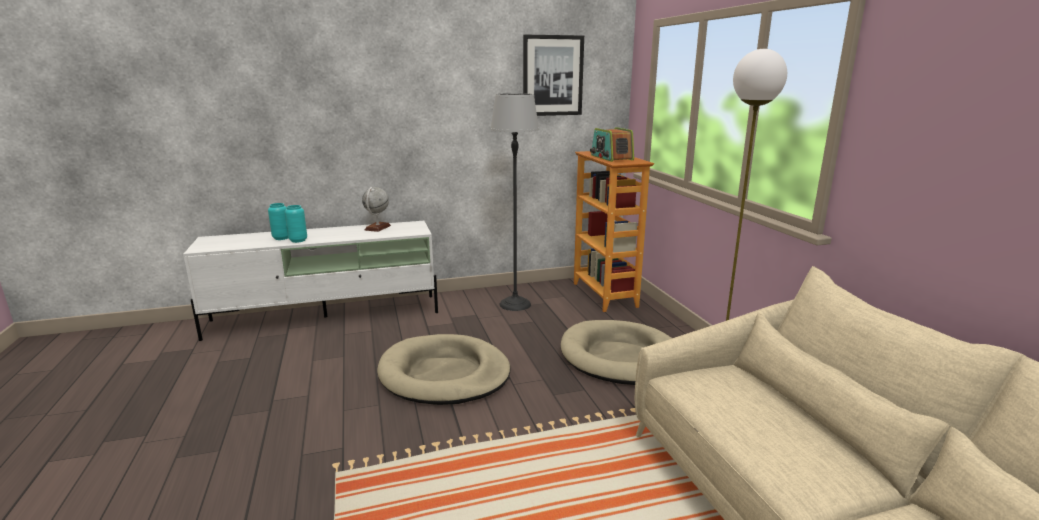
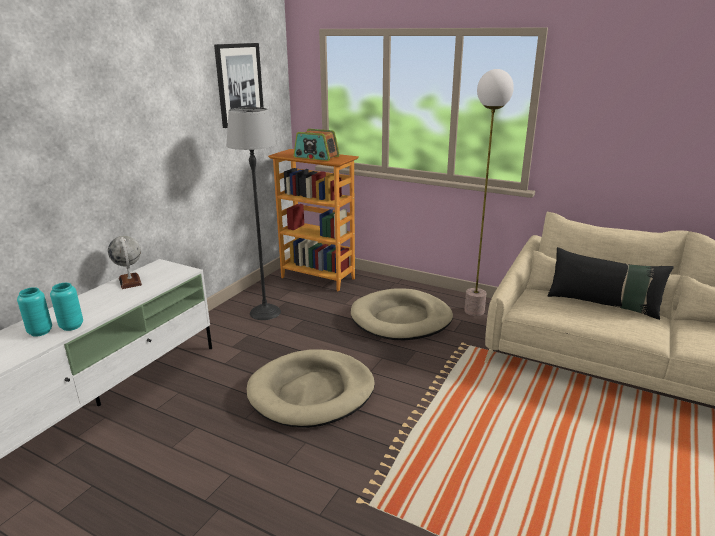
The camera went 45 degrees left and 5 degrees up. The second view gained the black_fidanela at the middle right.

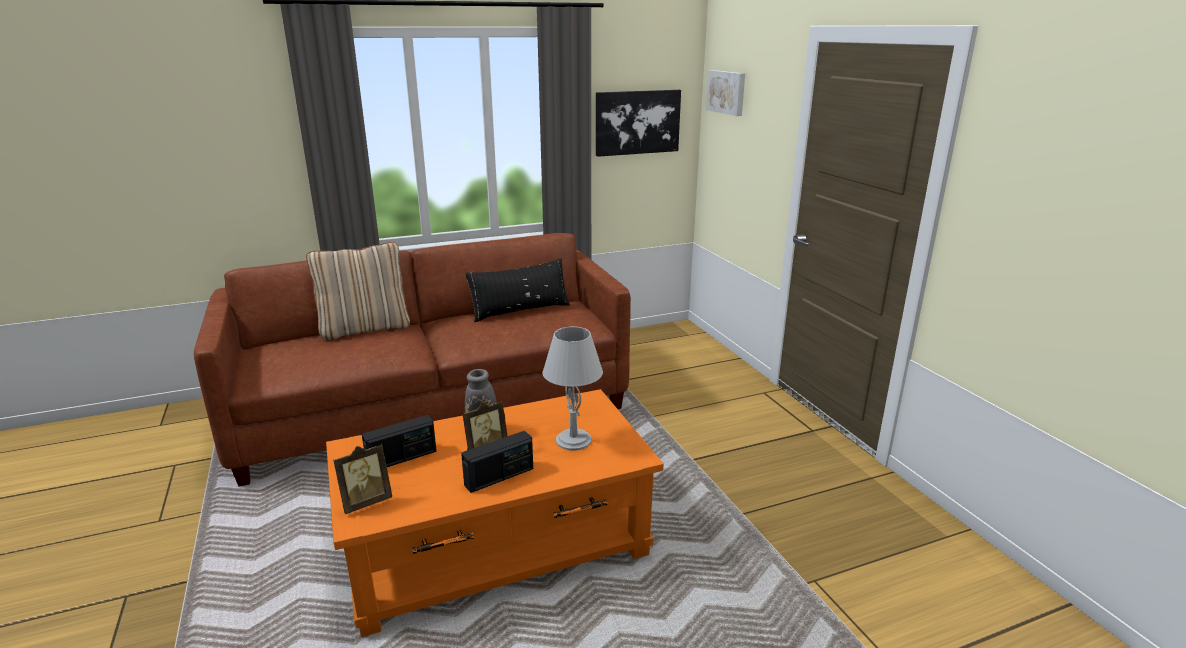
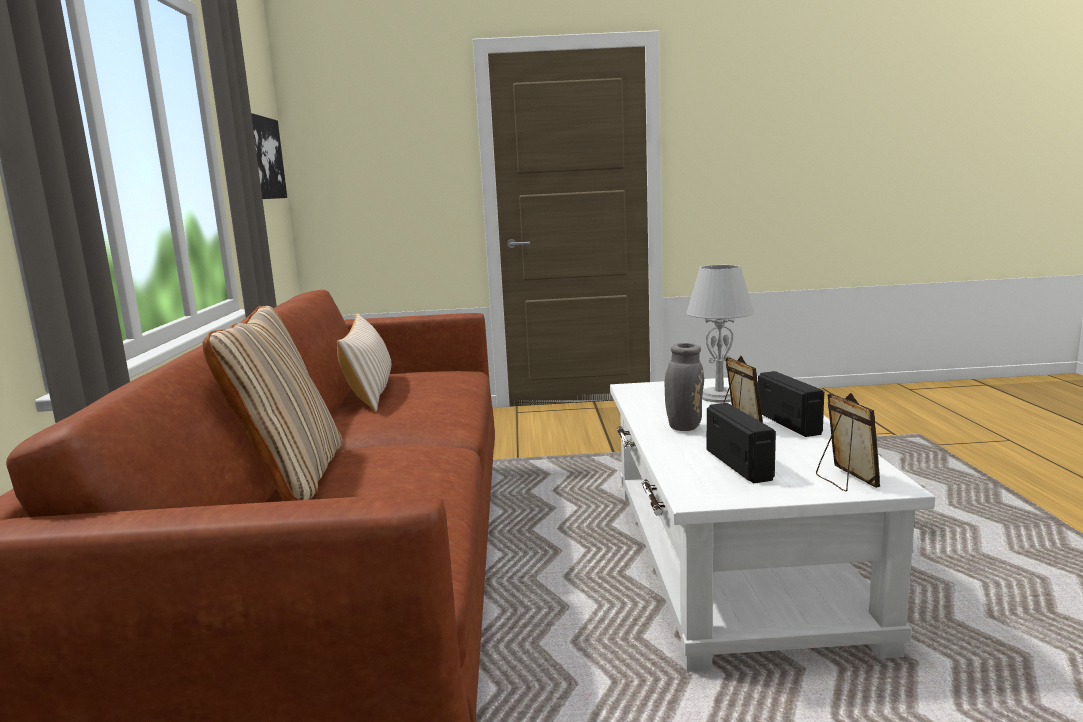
The camera went 70 degrees left and 10 degrees down. The second view lost the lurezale (2nd from left) at the top centre. What was the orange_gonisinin at the bottom centre turned into the white_gonisinin at the bottom right. What was the black_fidanela at the centre turned into the beige_fidanela (2nd from left) at the centre.

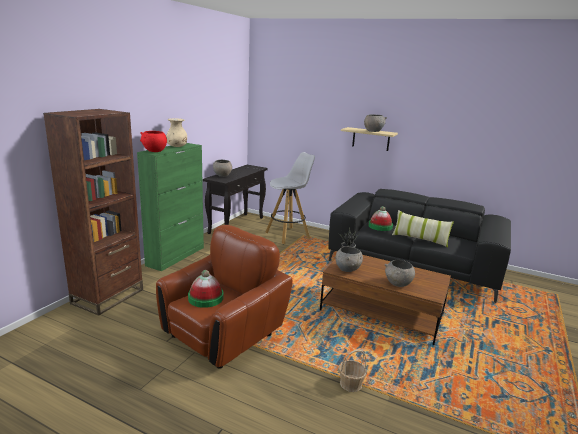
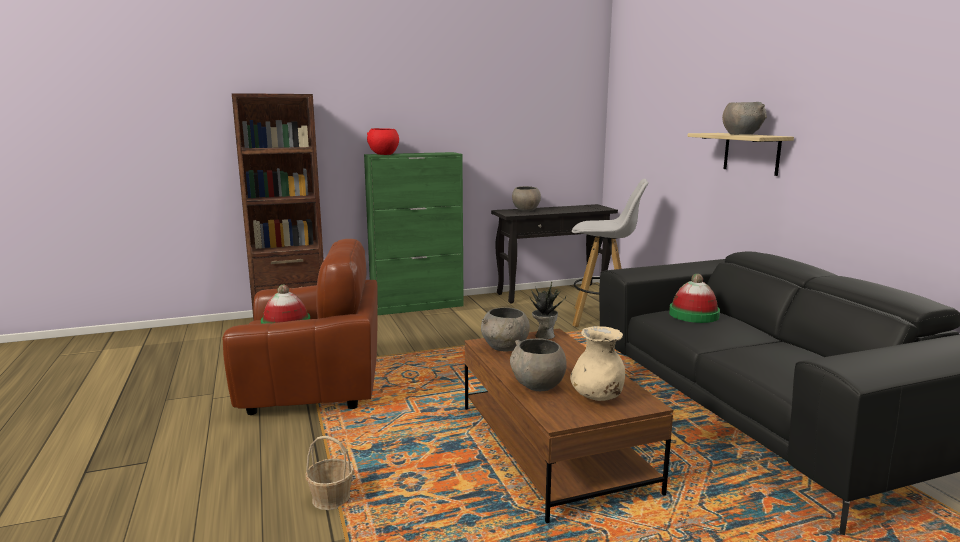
The camera went 45 degrees right and 5 degrees down. The second view lost the fidanela at the middle right. The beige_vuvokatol ended up elsewhere, having gone from the top left to the bottom centre.

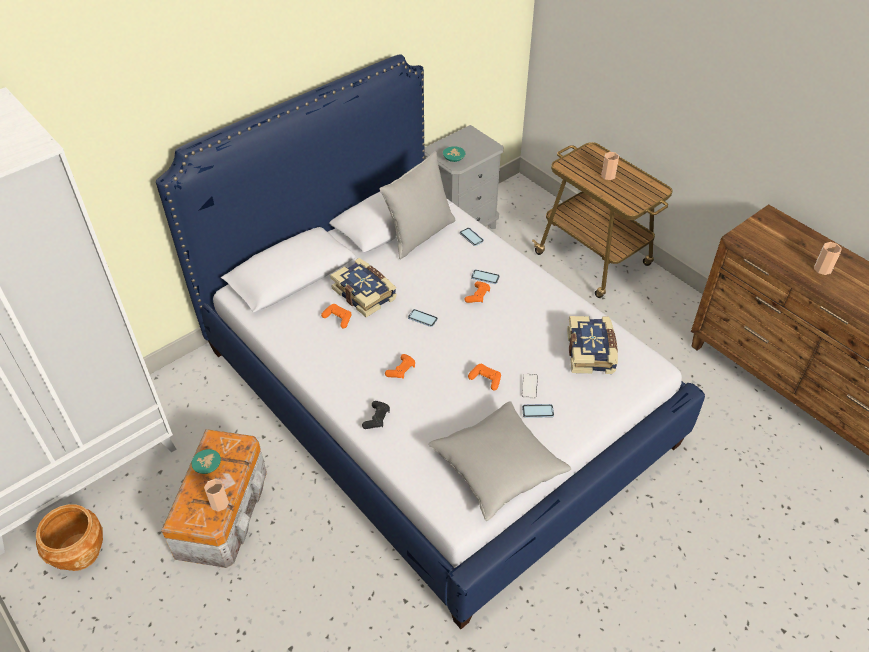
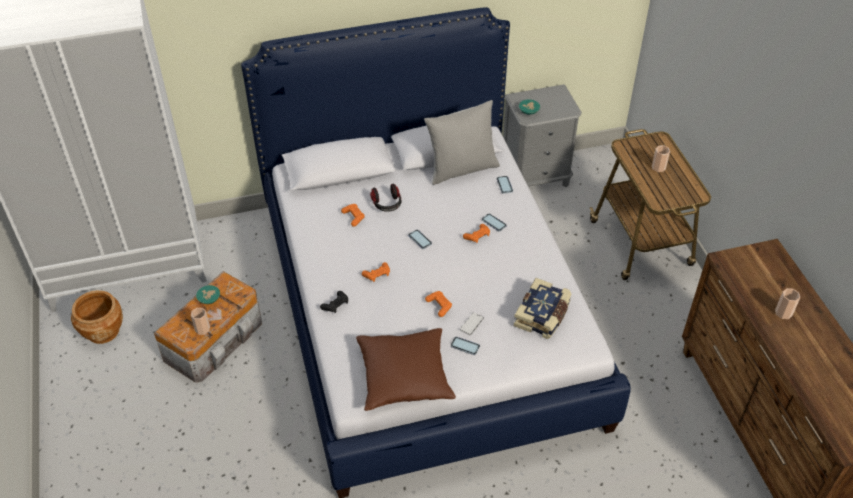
The camera went 25 degrees right and 0 degrees up. Where the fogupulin (1st from left) stood at the centre, the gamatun came to stand at the centre. What was the grey_fidanela (2nd from left) at the bottom centre turned into the brown_fidanela at the bottom centre.

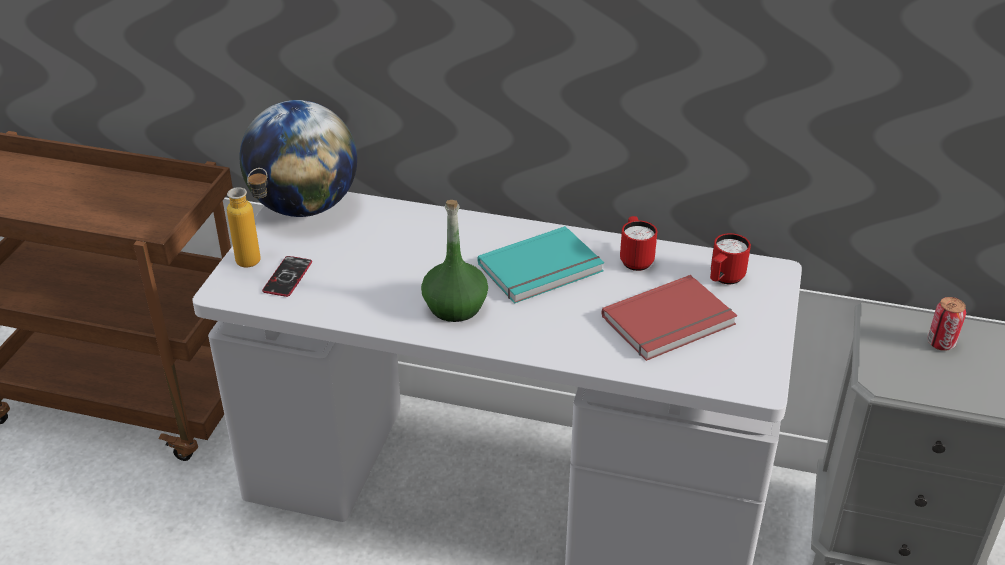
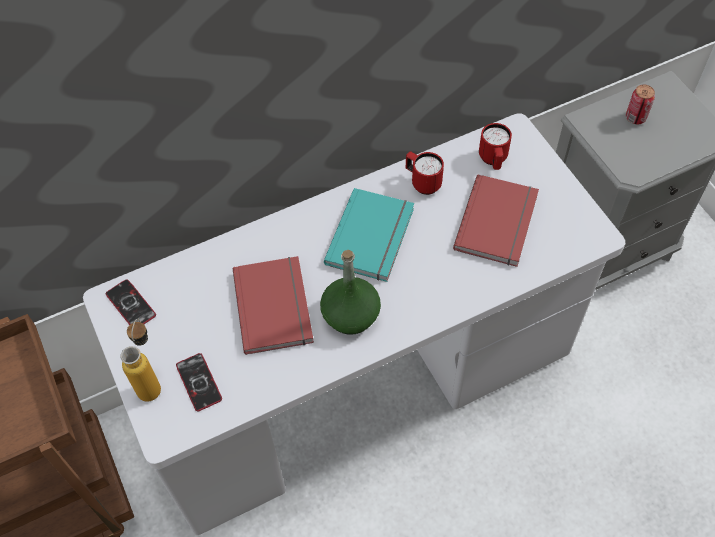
The camera went 40 degrees left and 20 degrees up. The second view gained the red_fogupulin (1st from left) at the centre. Where the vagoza stood at the top left, the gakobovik (1st from left) came to stand at the middle left.

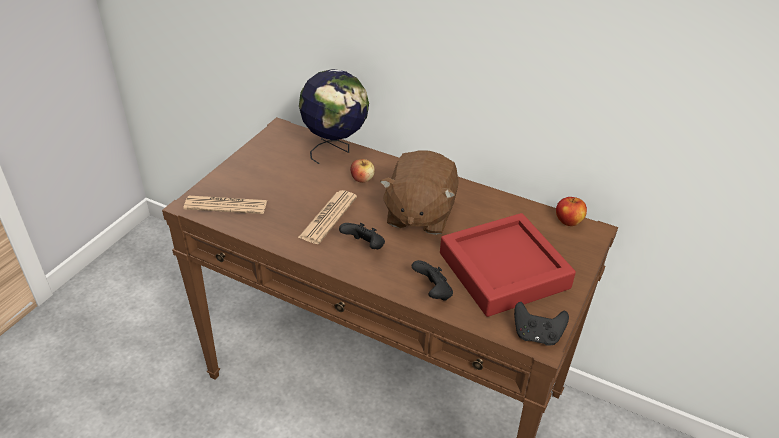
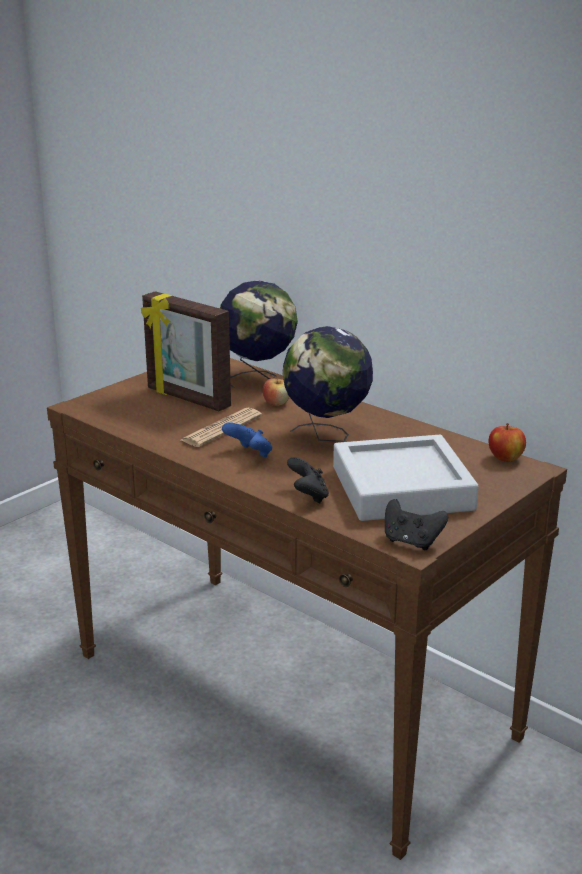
The camera went 15 degrees right and 15 degrees down. The second view lost the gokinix (1st from left) at the middle left. The second view gained the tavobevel at the middle left. Where the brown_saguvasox stood at the centre, the vagoza (2nd from left) came to stand at the centre. What was the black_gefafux (1st from left) at the centre turned into the blue_gefafux at the centre. What was the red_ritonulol at the centre turned into the grey_ritonulol at the middle right.

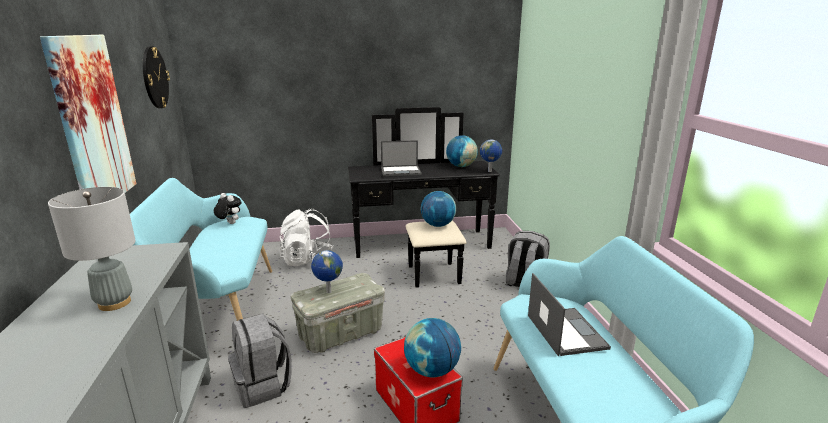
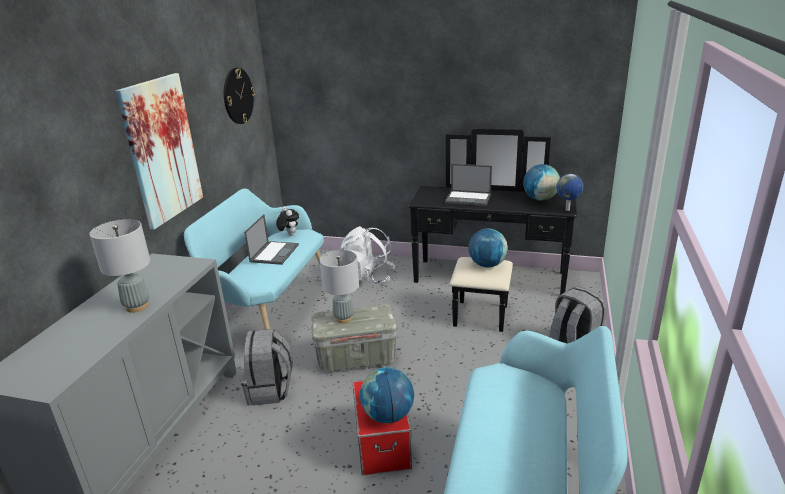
The camera went 25 degrees right and 5 degrees up. The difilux (2nd from left in the first image) ended up elsewhere, having gone from the bottom right to the centre. Where the vagoza (1st from left) stood at the centre, the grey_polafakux (2nd from left) came to stand at the centre.

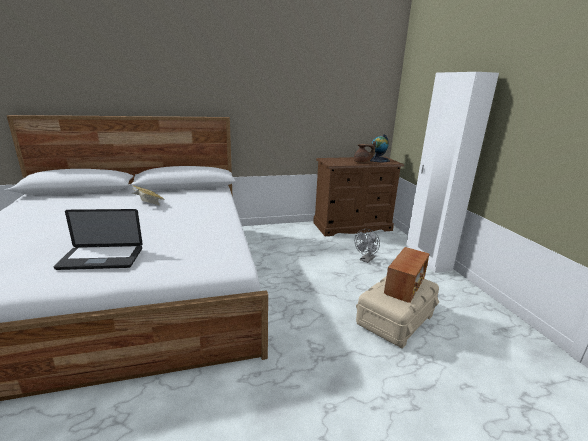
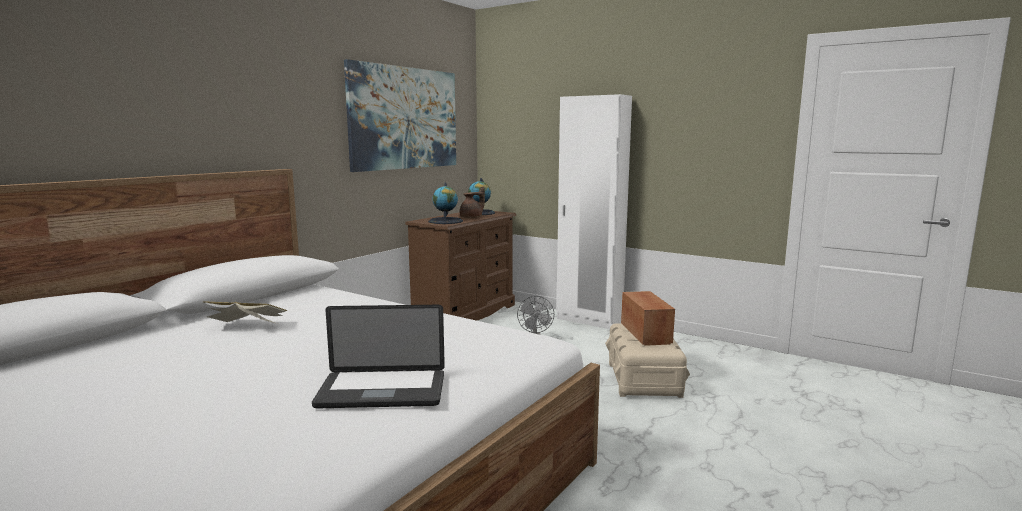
The camera went 40 degrees left and 10 degrees down. The second view gained the lurezale at the top centre. The second view gained the vagoza (1st from left) at the centre. The difilux at the middle left ended up facing another way, 45 degrees clockwise from before.

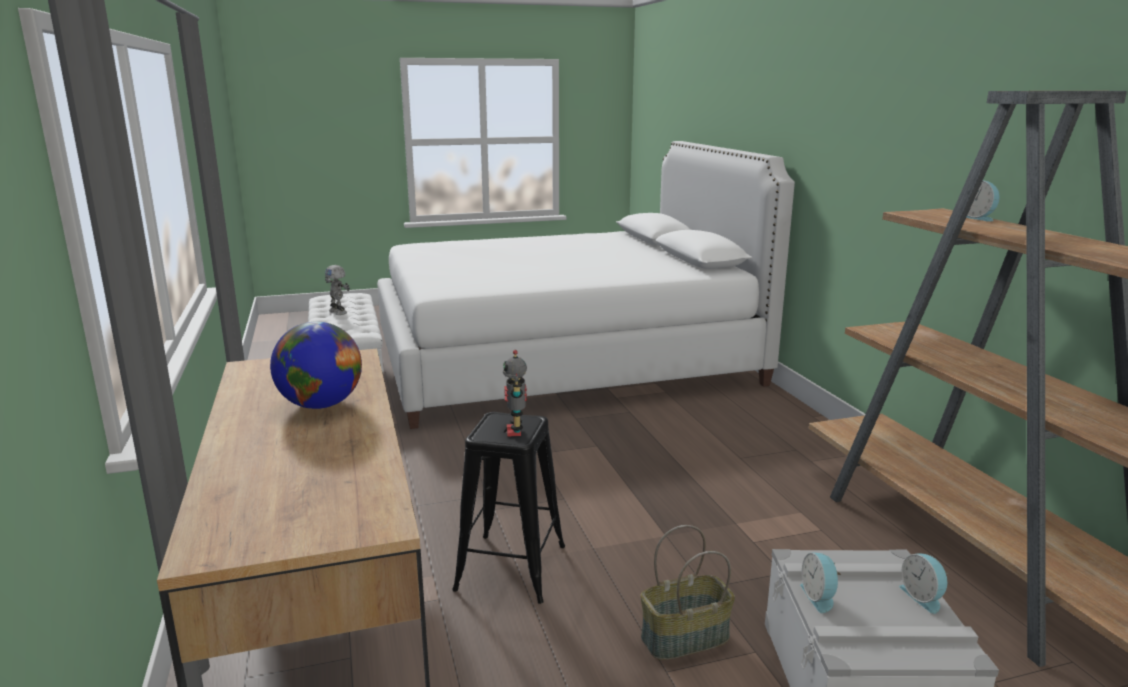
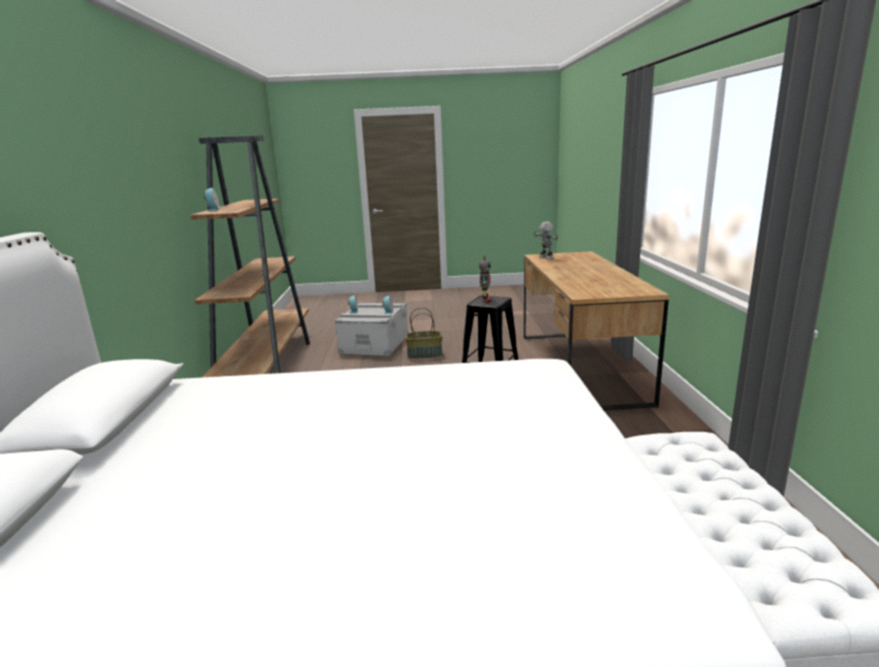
The camera went 165 degrees left and 0 degrees up. The second view lost the vagoza at the middle left. The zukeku (1st from left in the first image) ended up elsewhere, having gone from the middle left to the centre.

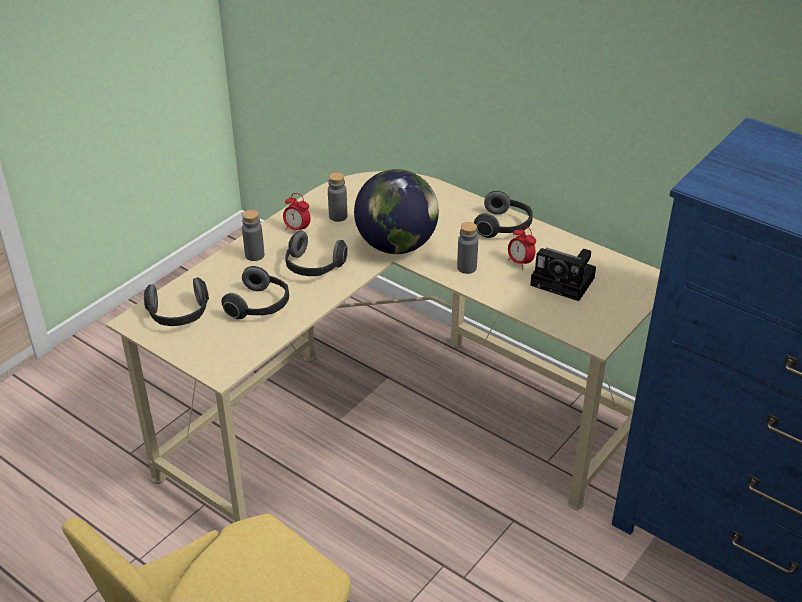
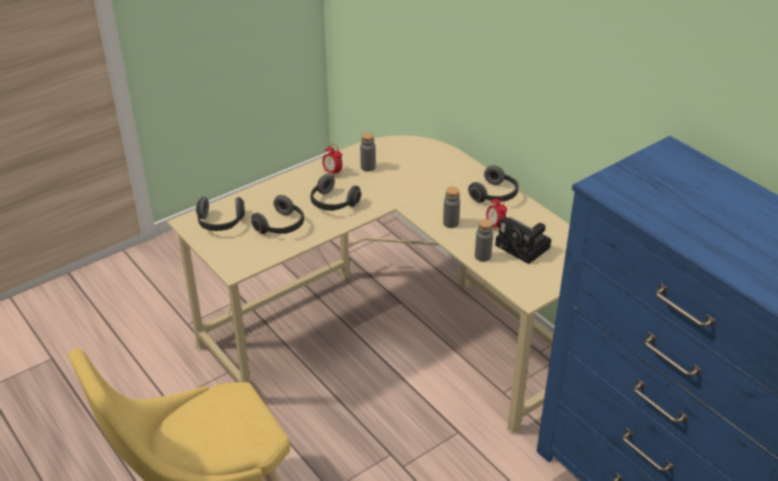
The camera went 15 degrees right and 0 degrees up. The second view lost the vagoza at the centre. The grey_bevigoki (1st from left in the first image) ended up elsewhere, having gone from the middle left to the centre.

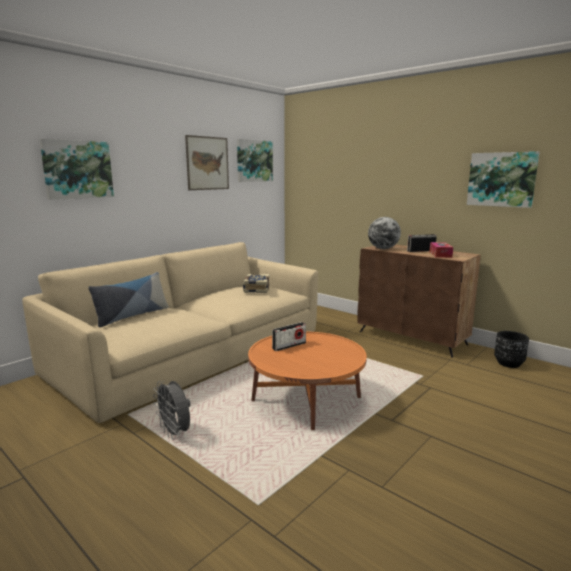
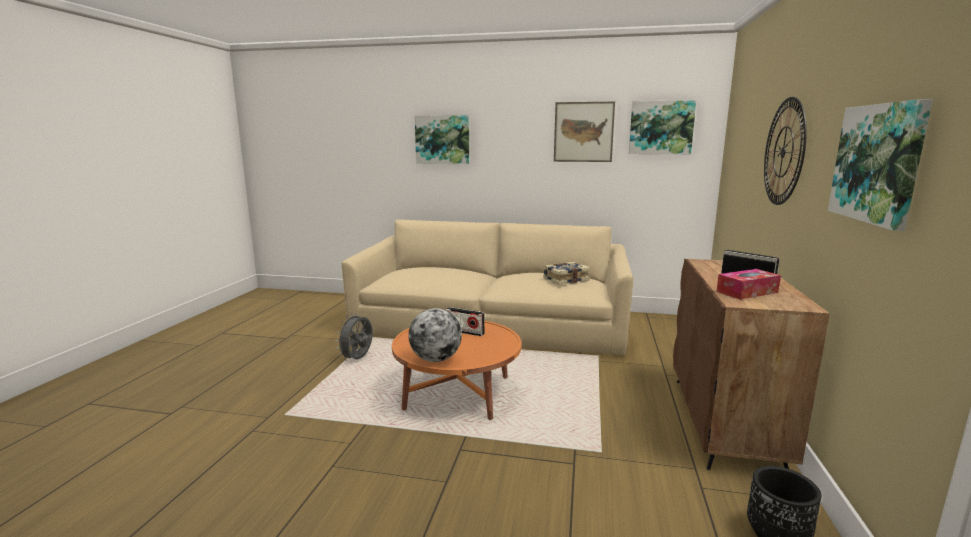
The camera went 60 degrees right and 0 degrees up. The second view lost the fidanela at the middle left. The second view gained the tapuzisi at the top right. The vagoza ended up elsewhere, having gone from the middle right to the centre.

